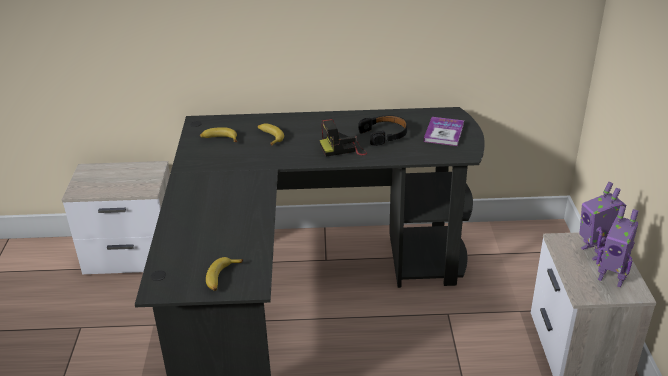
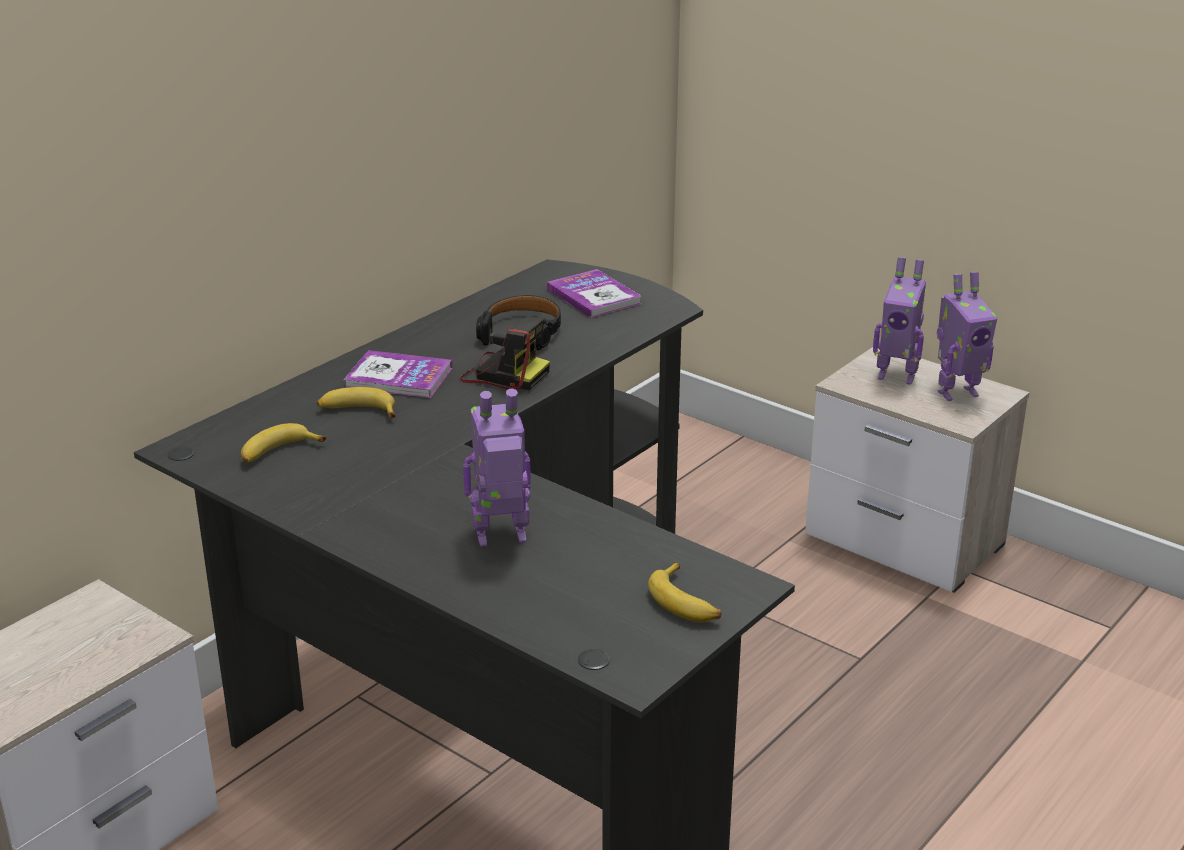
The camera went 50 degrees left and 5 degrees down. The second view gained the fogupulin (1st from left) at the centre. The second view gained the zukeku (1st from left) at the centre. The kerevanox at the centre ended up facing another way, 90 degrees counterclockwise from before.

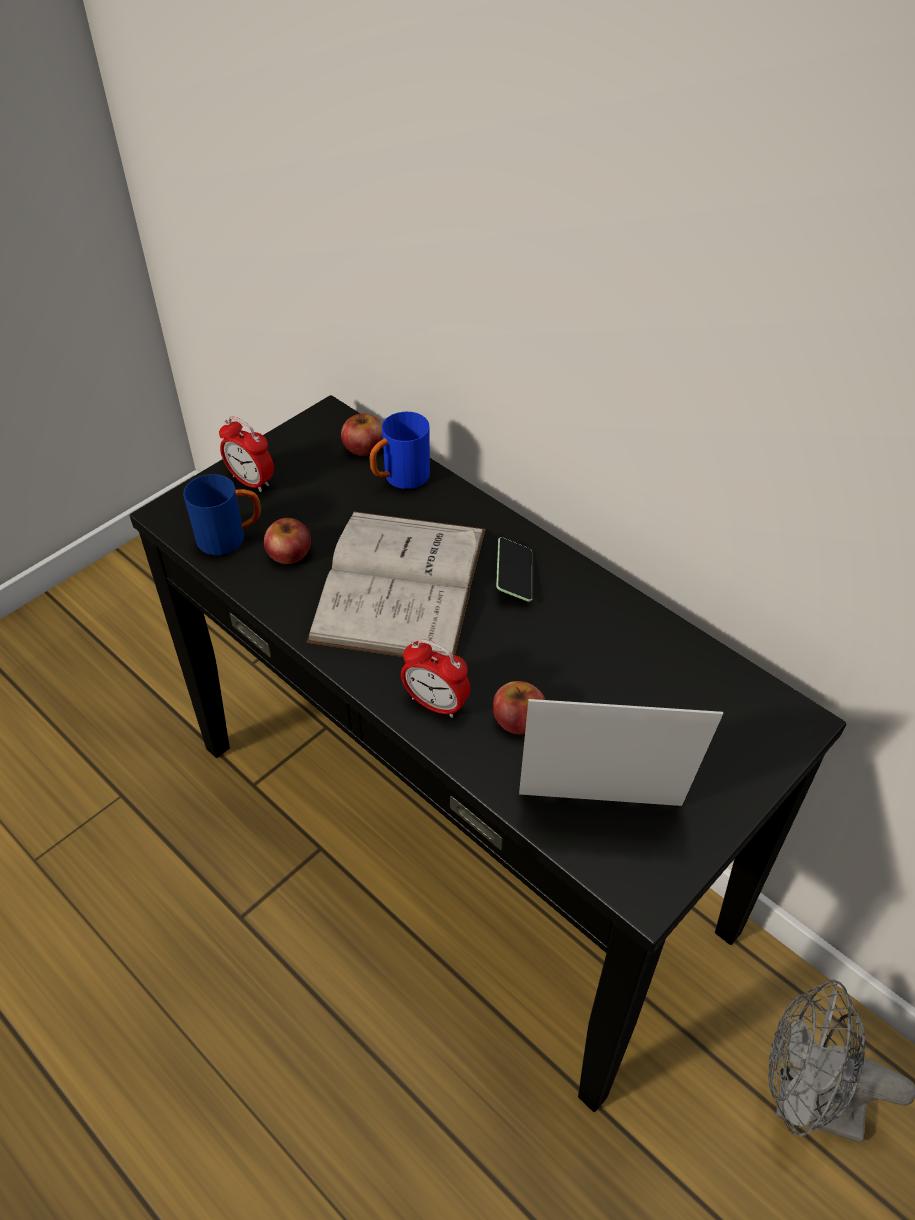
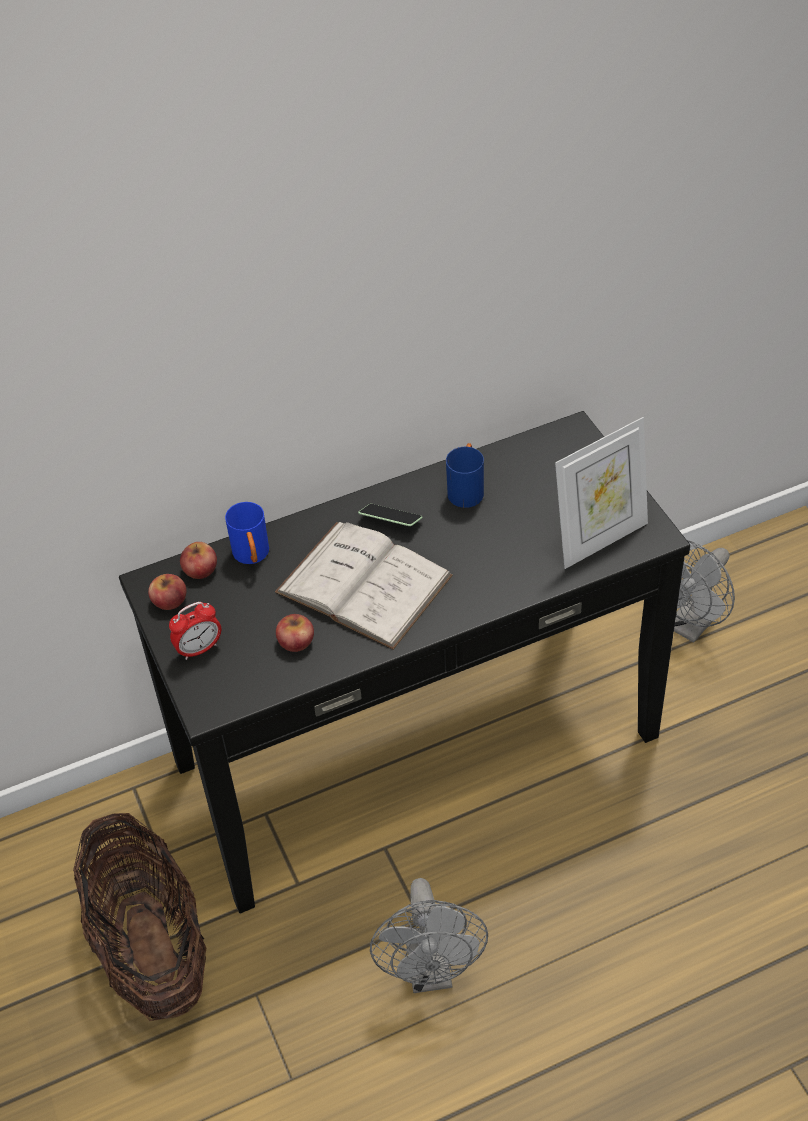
The camera went 65 degrees left and 0 degrees up. The second view lost the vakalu (2nd from left) at the centre. The second view gained the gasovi at the bottom left. The second view gained the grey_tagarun (1st from left) at the bottom centre. The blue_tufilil (1st from left in the first image) ended up elsewhere, having gone from the middle left to the centre. The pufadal (3rd from left in the first image) ended up elsewhere, having gone from the centre to the middle left. The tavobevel at the middle right ended up facing another way, 150 degrees counterclockwise from before.

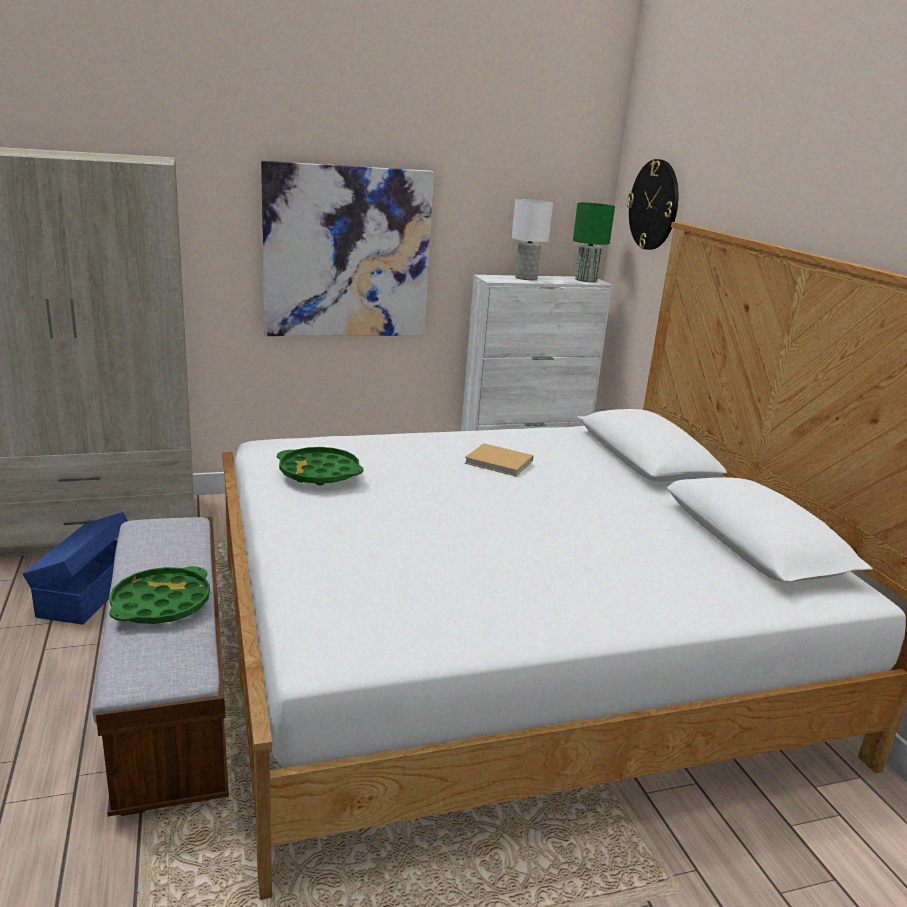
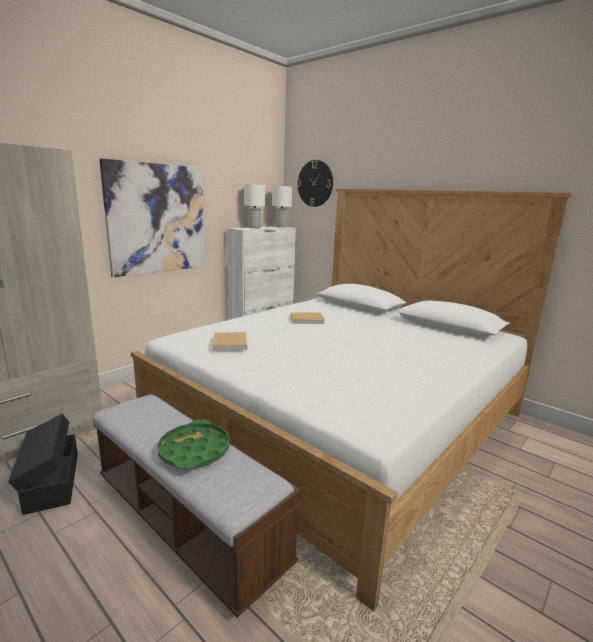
The camera went 30 degrees left and 5 degrees down. Where the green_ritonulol (2nd from left) stood at the centre, the beige_fogupulin (1st from left) came to stand at the centre. What was the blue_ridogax at the middle left turned into the black_ridogax at the bottom left. What was the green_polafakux at the top centre turned into the white_polafakux (2nd from left) at the top centre.

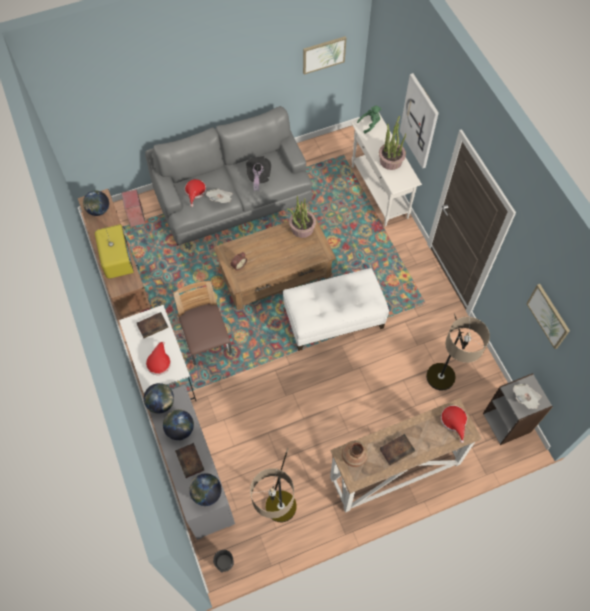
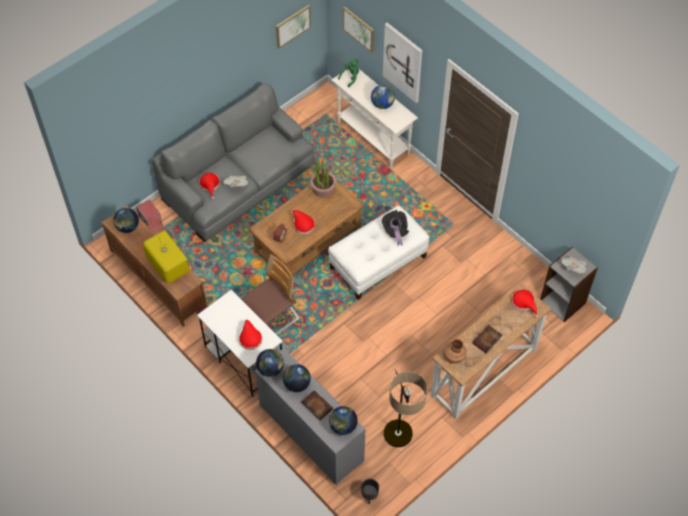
The camera went 20 degrees left and 5 degrees down. The second view lost the fogupulin (1st from left) at the middle left. The second view lost the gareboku (2nd from left) at the middle right. The second view gained the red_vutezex (3rd from left) at the centre. The black_vutezex ended up elsewhere, having gone from the top centre to the centre. The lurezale (3rd from left in the first image) ended up elsewhere, having gone from the middle right to the top centre. Where the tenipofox (2nd from left) stood at the top centre, the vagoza (5th from left) came to stand at the top centre. The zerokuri at the centre ended up facing another way, 90 degrees clockwise from before.

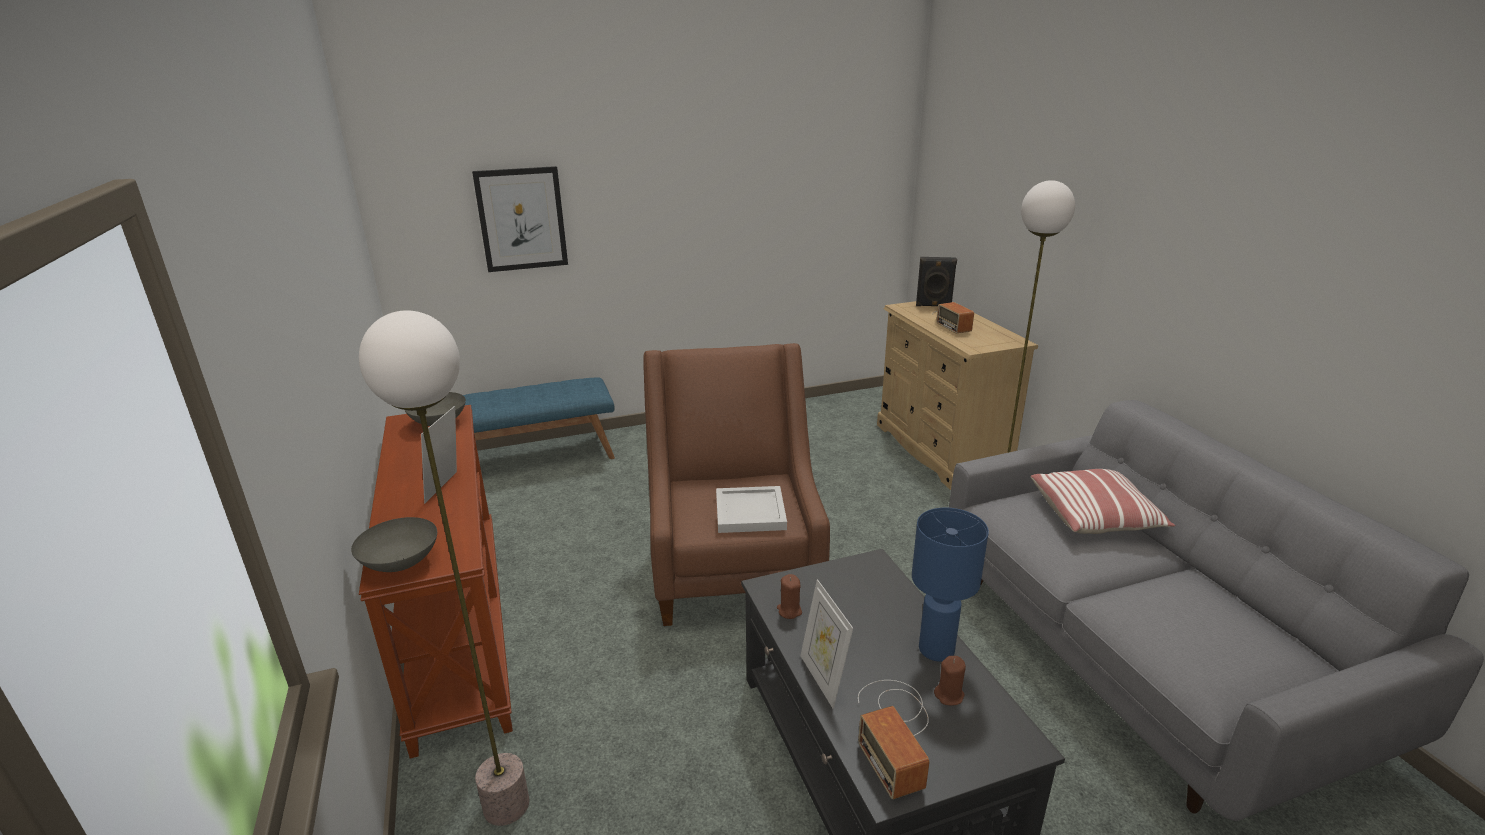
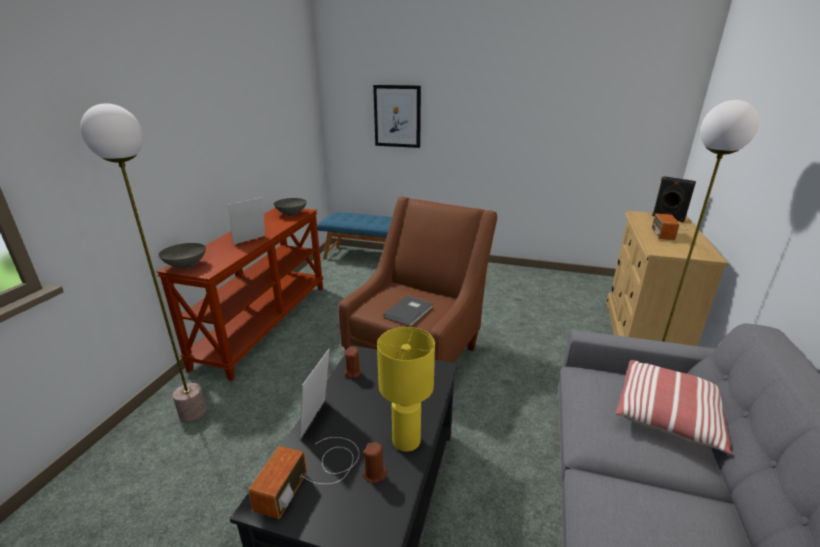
The camera went 35 degrees right and 0 degrees up. Where the white_ritonulol stood at the centre, the grey_fogupulin came to stand at the centre. What was the blue_polafakux at the bottom centre turned into the yellow_polafakux at the bottom centre.

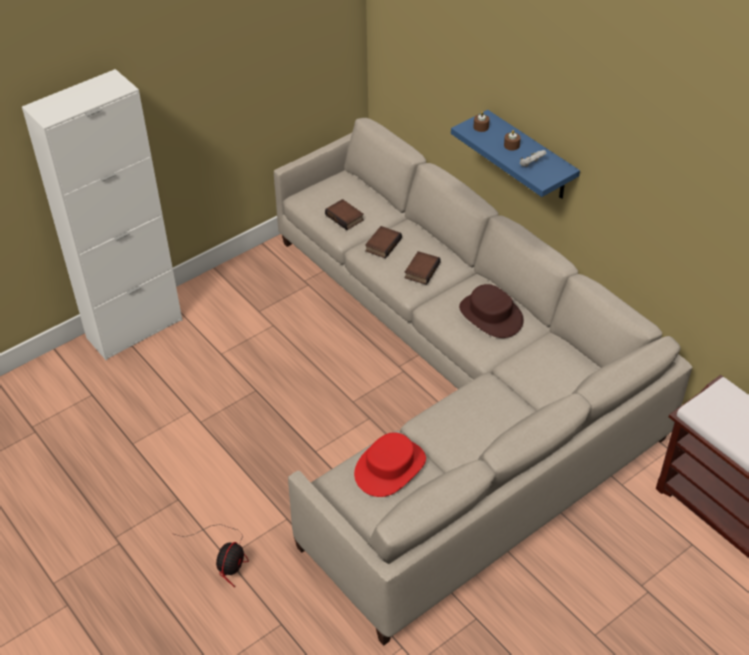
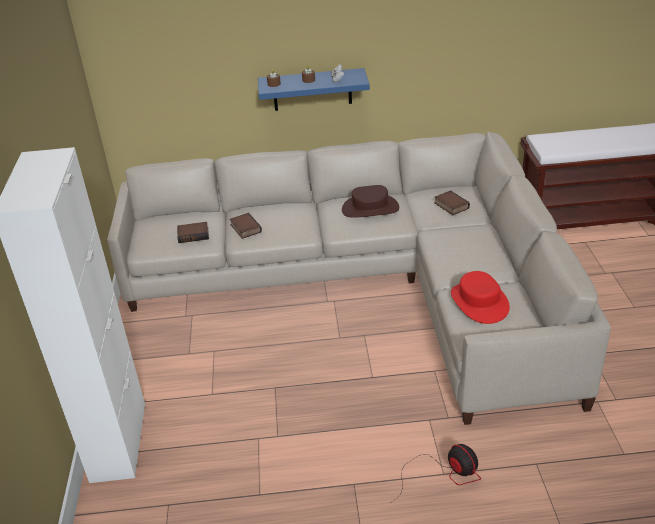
The camera went 55 degrees left and 10 degrees down. The fogupulin (3rd from left) ended up elsewhere, having gone from the centre to the middle right.

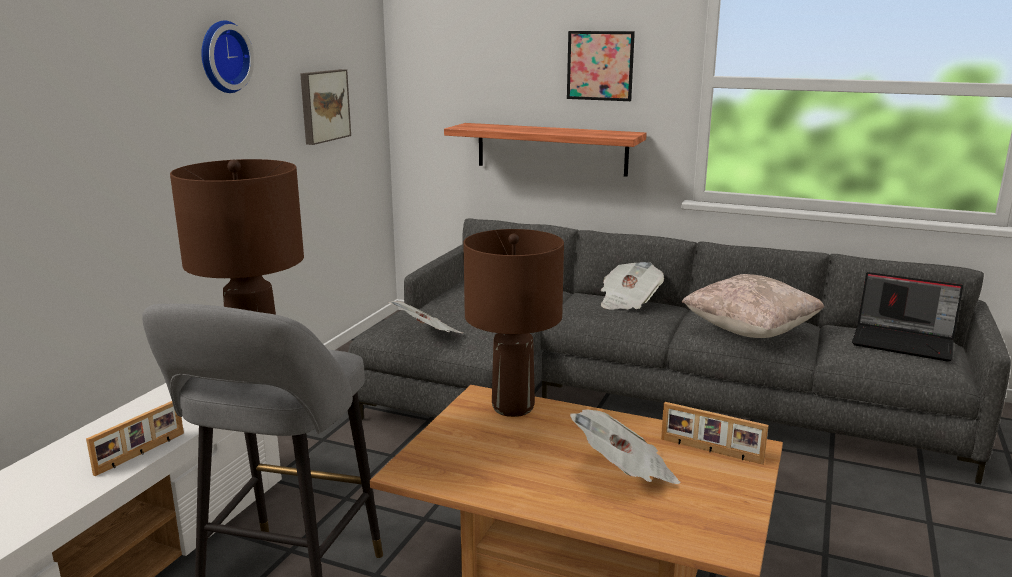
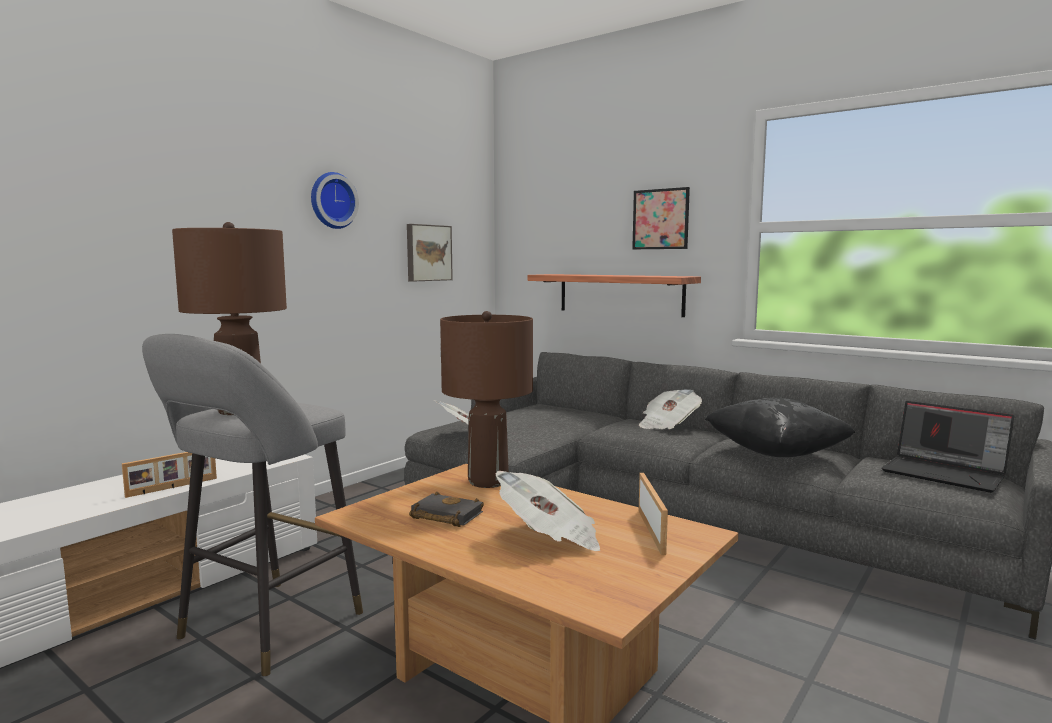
The camera went 15 degrees right and 10 degrees down. The second view gained the black_fogupulin at the bottom centre. What was the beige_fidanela at the middle right turned into the black_fidanela at the middle right. The tavobevel (2nd from left) at the bottom right ended up facing another way, 135 degrees counterclockwise from before.

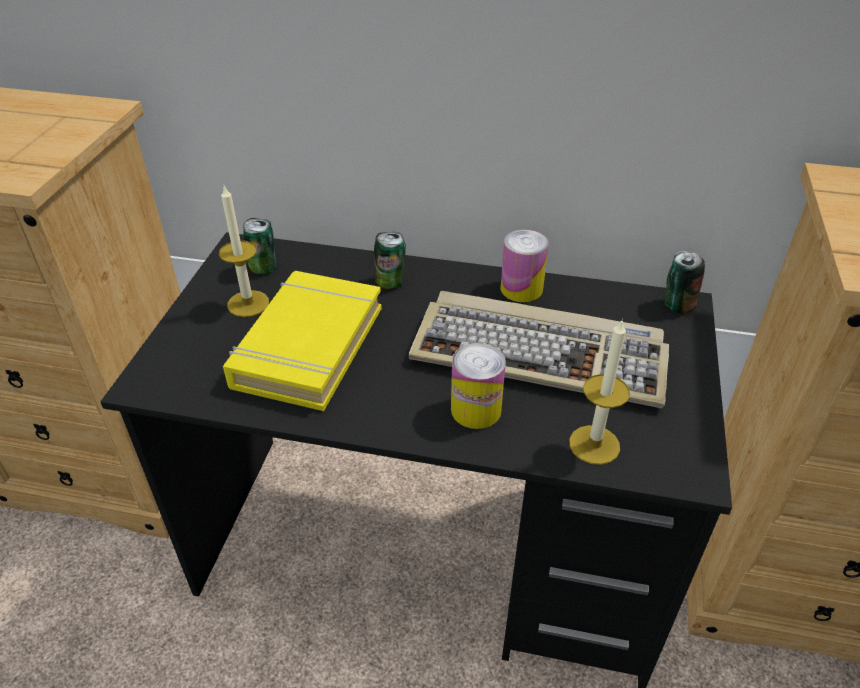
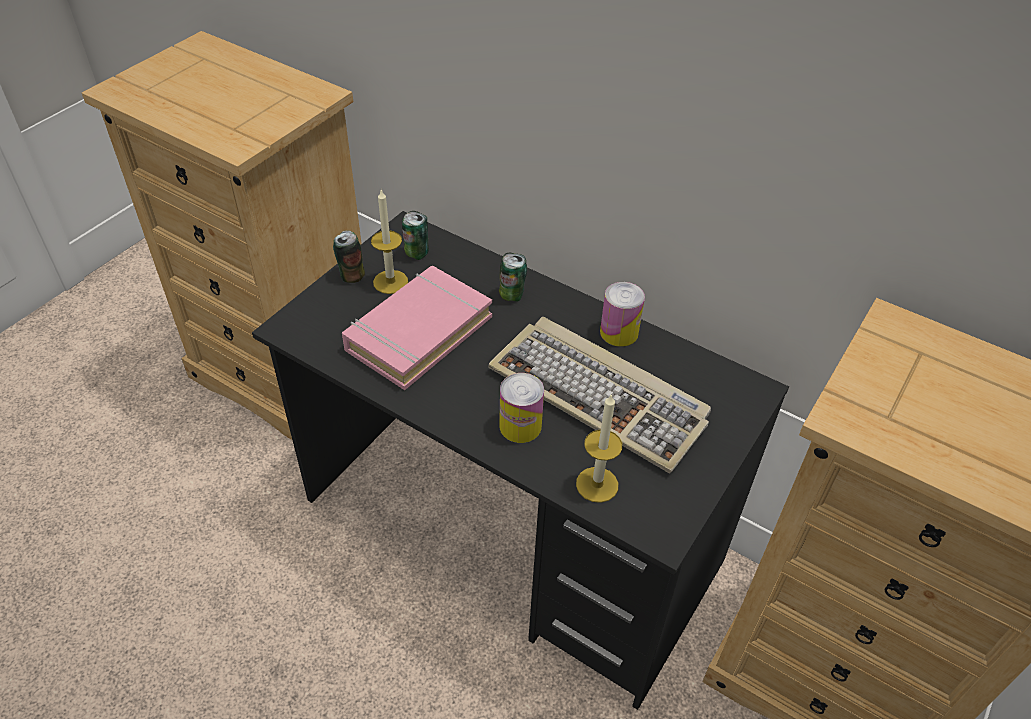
The camera went 20 degrees right and 5 degrees up. The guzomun (5th from left in the first image) ended up elsewhere, having gone from the middle right to the centre. What was the yellow_fogupulin at the centre turned into the pink_fogupulin at the centre.

